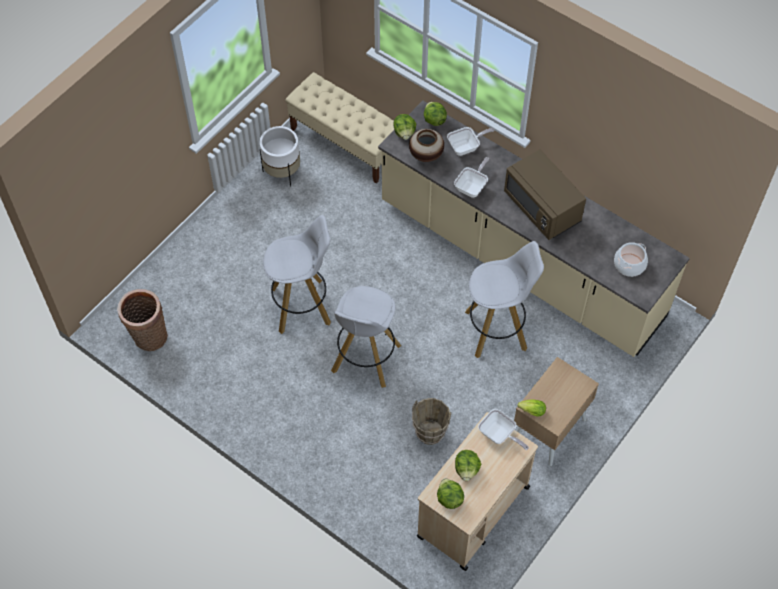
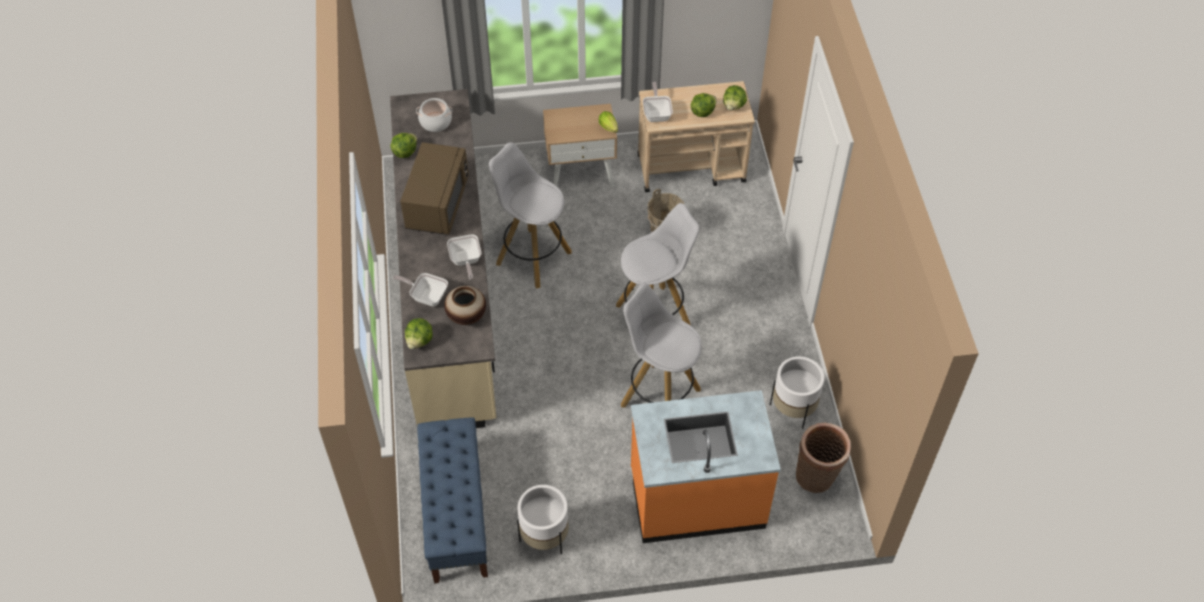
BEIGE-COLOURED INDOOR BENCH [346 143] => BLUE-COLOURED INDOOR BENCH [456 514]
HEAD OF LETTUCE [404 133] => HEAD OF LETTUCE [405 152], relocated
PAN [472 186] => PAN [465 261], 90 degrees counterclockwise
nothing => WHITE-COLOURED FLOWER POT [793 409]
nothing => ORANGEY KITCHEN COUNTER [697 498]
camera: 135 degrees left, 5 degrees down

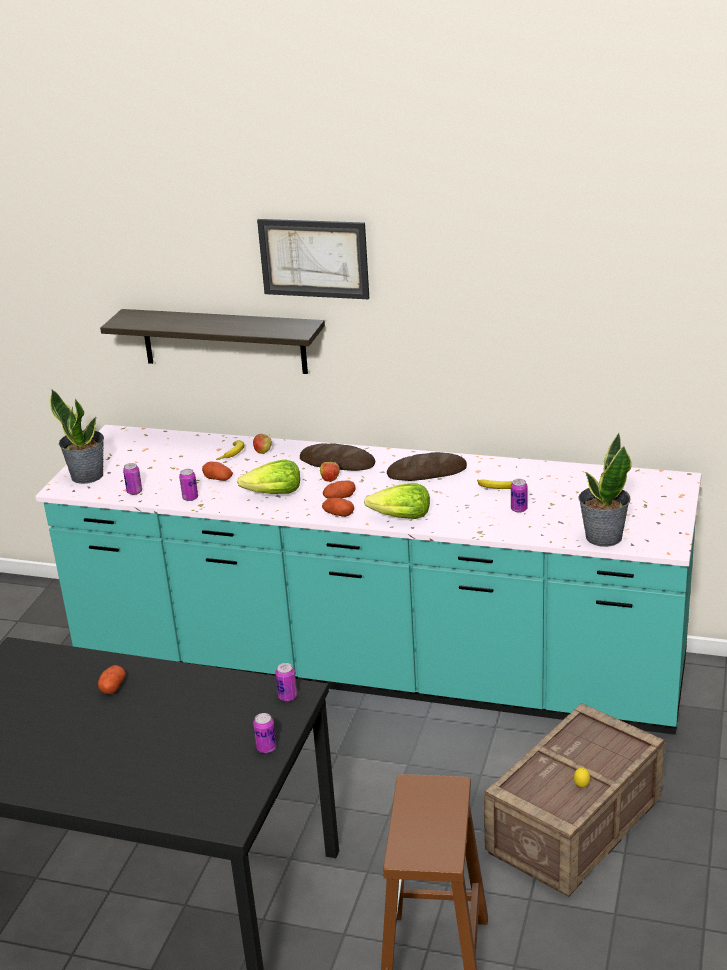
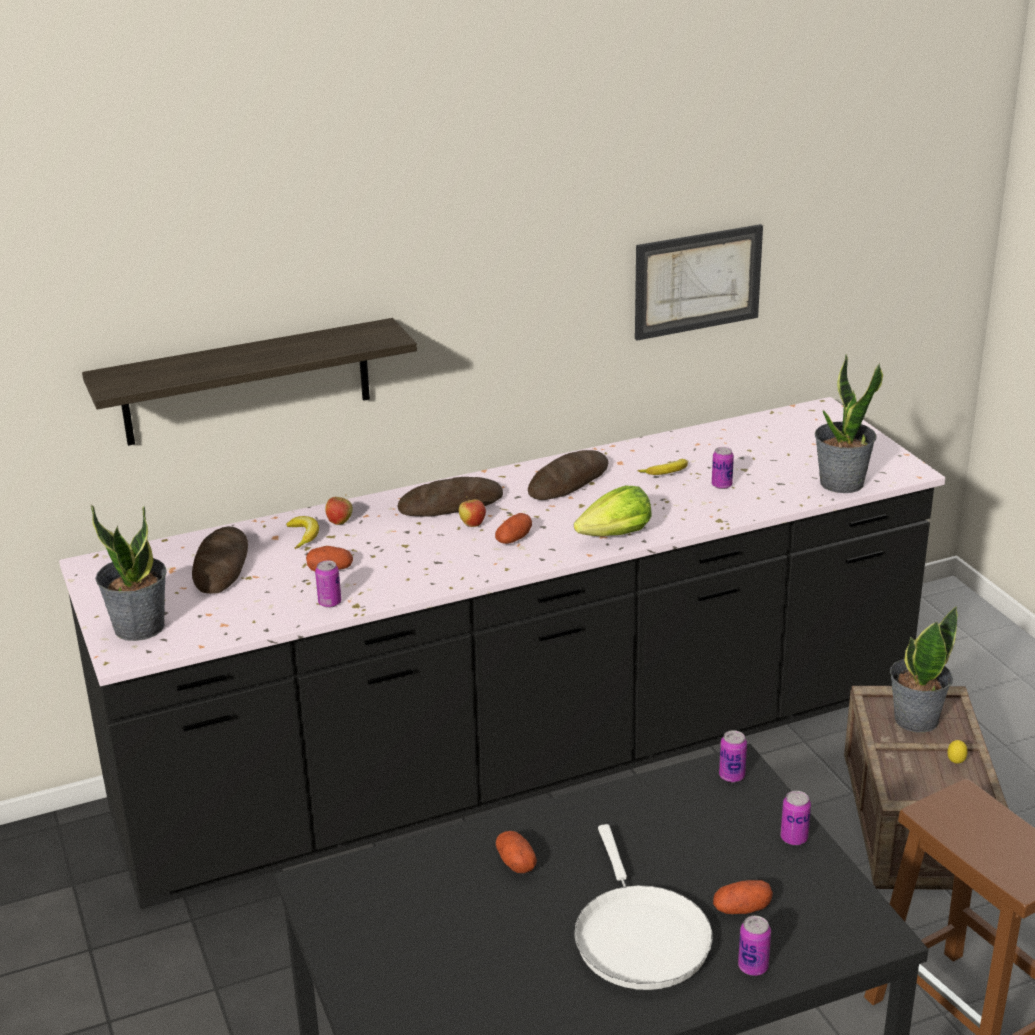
WALL ART [314 258] => WALL ART [697 281], relocated
BLUE-GREEN KITCHEN COUNTER [375 665] => BLACK-COLOURED KITCHEN COUNTER [523 758]
HEAD OF LETTUCE [274 494] => nothing
SEALED CAN [134 492] => SEALED CAN [753 967], relocated
WHOLE POTATO [338 514] => WHOLE POTATO [741 909], relocated
nothing => BAKERY BREAD [221 566]
nothing => HOUSEPLANT [915 719]
nothing => WHITE-COLOURED PAN [639 936]
camera: 40 degrees left, 0 degrees up

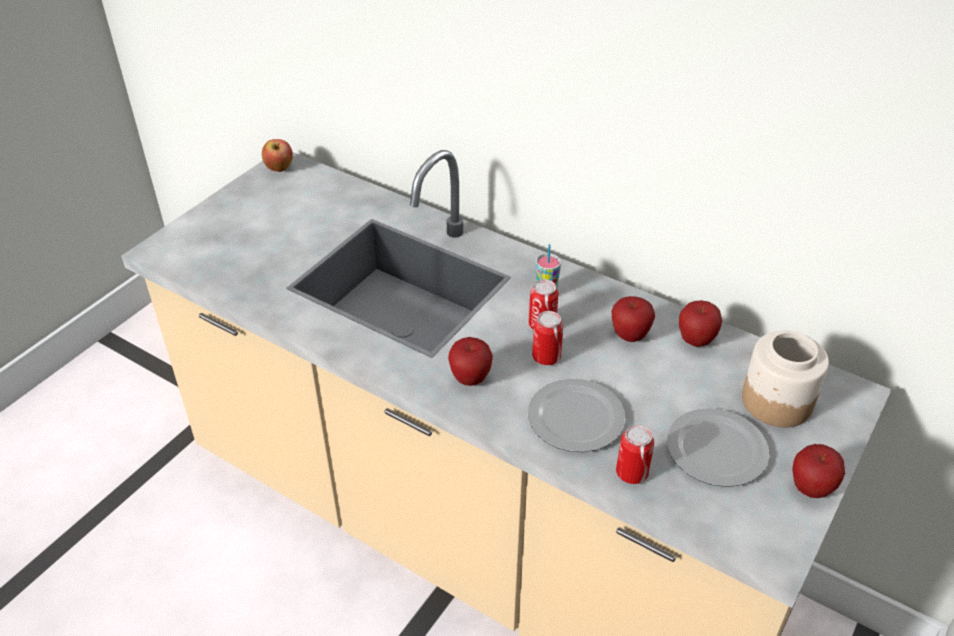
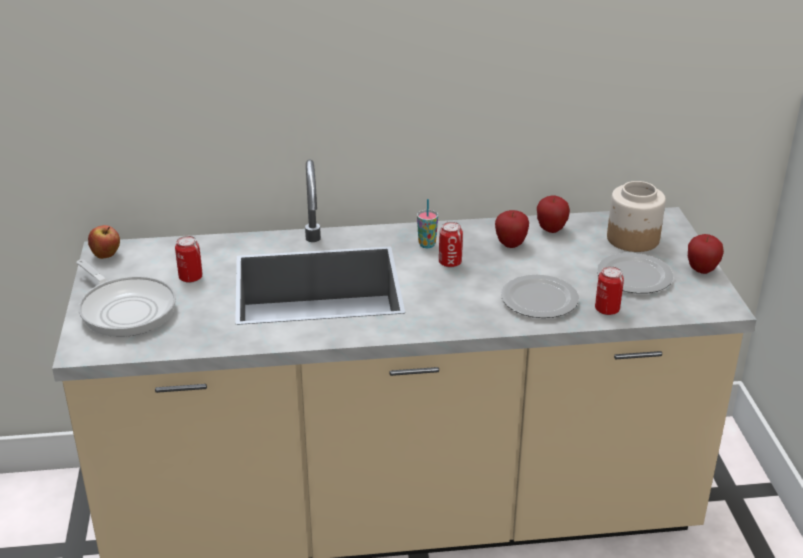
SEALED CAN [546 357] => SEALED CAN [191 278], relocated
APPLE [470 379] => nothing
nothing => PAN [125 309]
camera: 40 degrees left, 10 degrees down

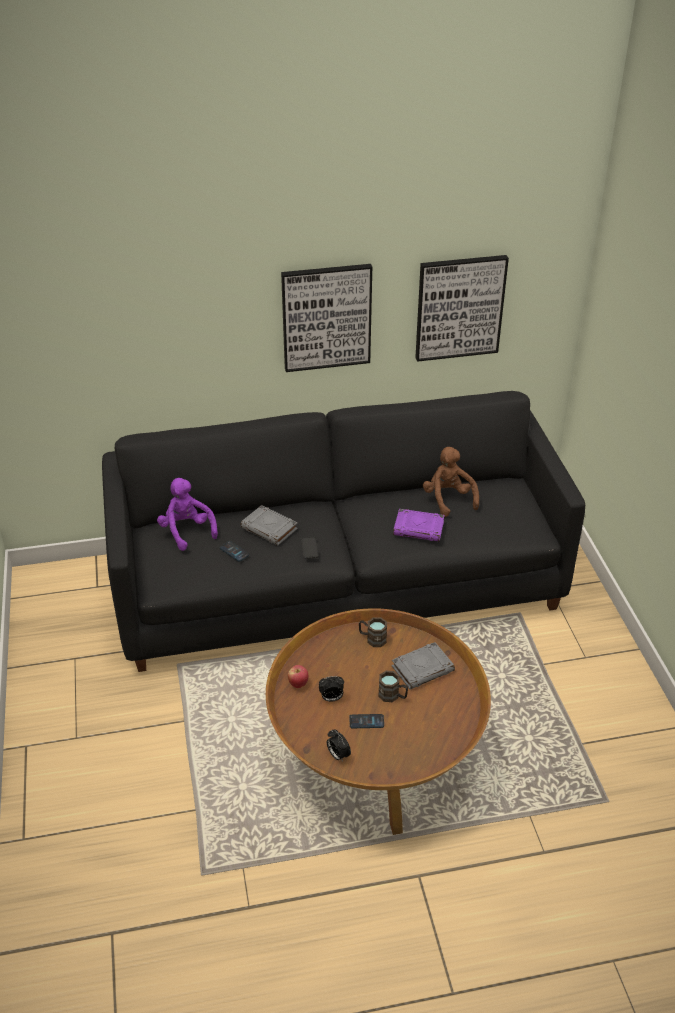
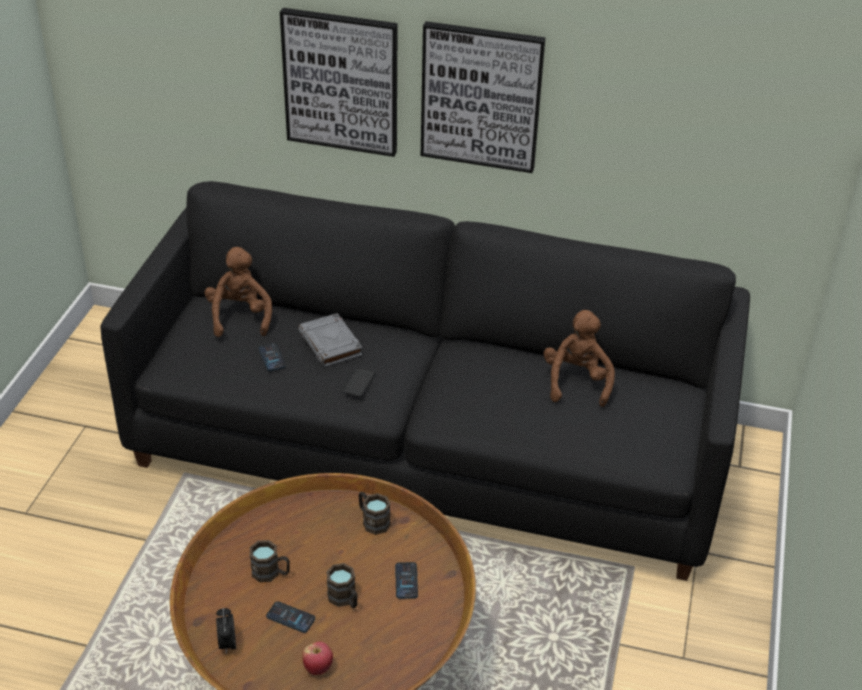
WALL ART [459 307] => WALL ART [341 81], relocated
PURPLE PLUSH TOY [187 531] => BROWN PLUSH TOY [240 316]
PURPLE VOLUME [419 528] => nothing
GREYISH VOLUME [423 668] => HANDSET [406 581]
APPLE [298 684] => APPLE [318 668], relocated
ALARM CLOCK [331 698] => BROWN TEA MUG [271 573]
camera: 25 degrees right, 0 degrees up

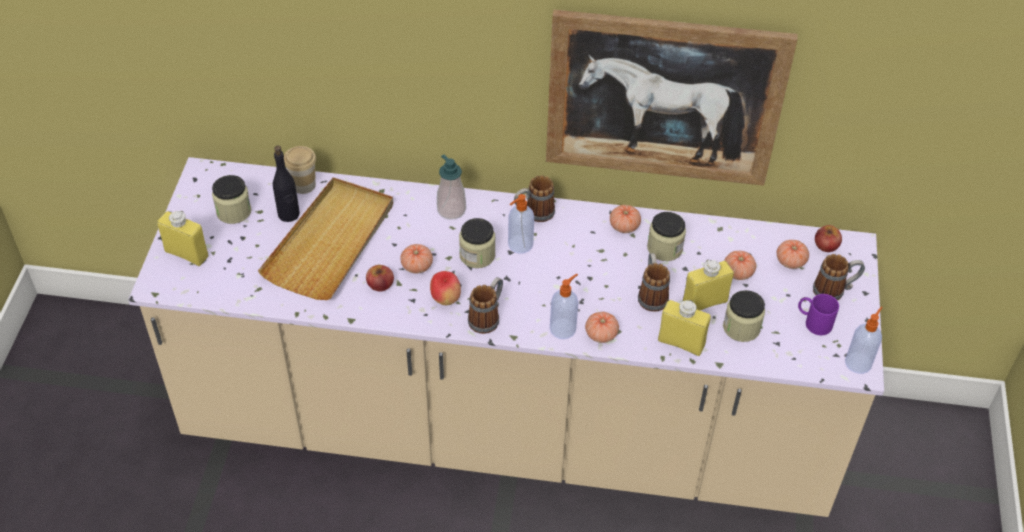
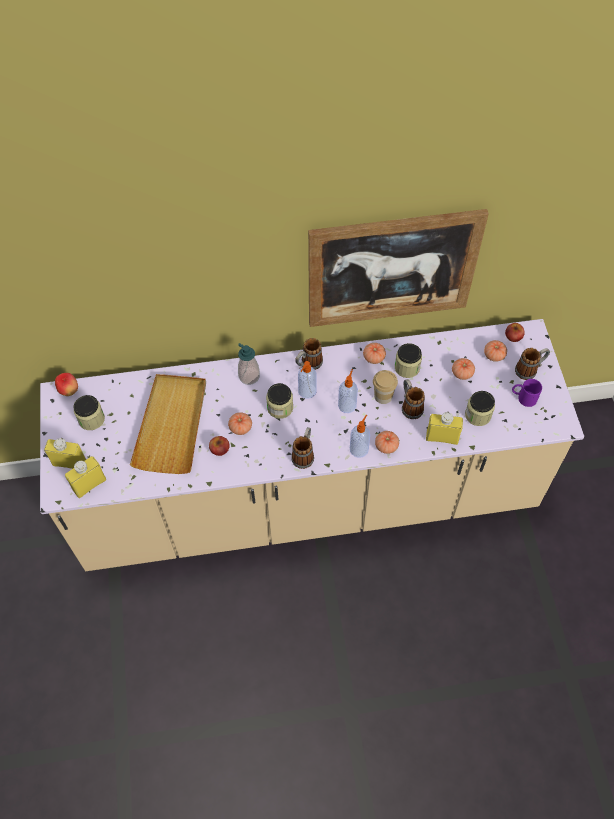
BLACK-COLOURED BOTTLE [289 214] => nothing
CUP [303 185] => CUP [383 396], relocated
YELLOWISH BOTTLE [704 302] => YELLOWISH BOTTLE [89 485], relocated
APPLE [446 299] => APPLE [69 391], relocated
SOAP BOTTLE [858 362] => SOAP BOTTLE [347 404], relocated
camera: 15 degrees left, 10 degrees up

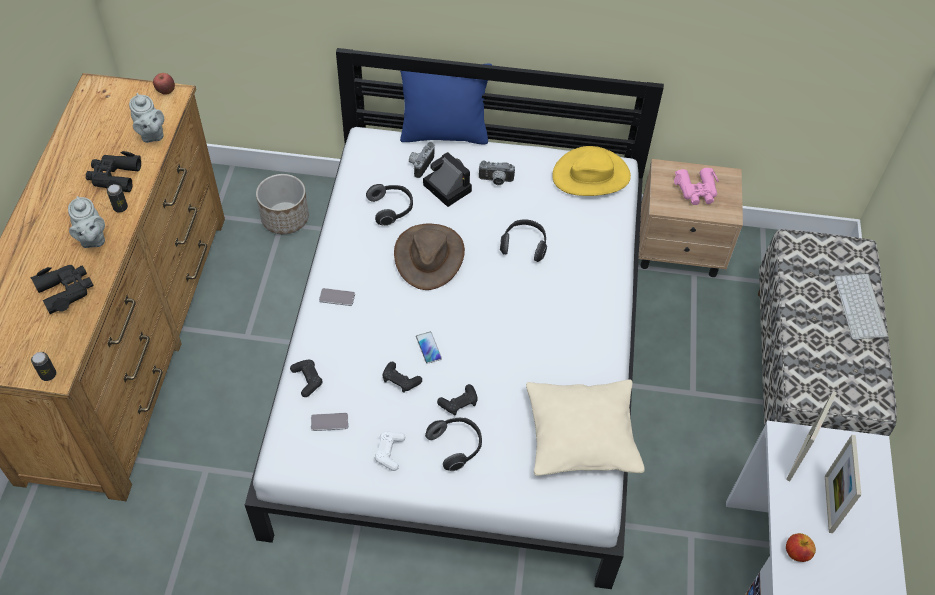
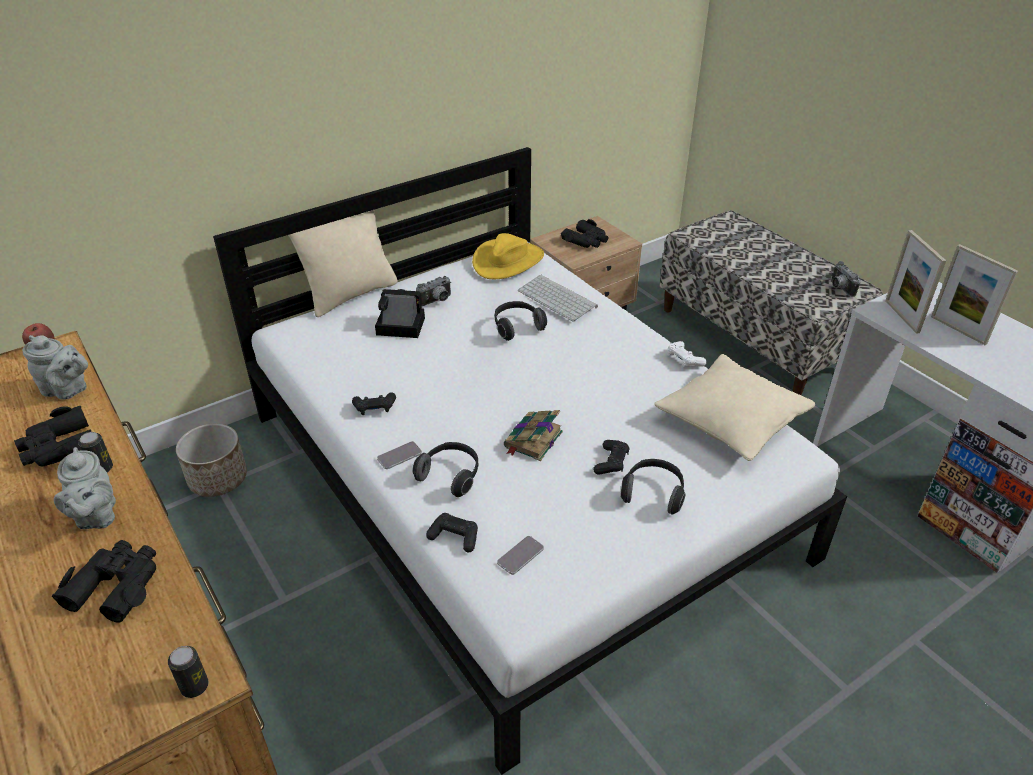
BLUE-COLOURED CUSHION [444 134] => BEIGE-COLOURED CUSHION [350 294]
STILL CAMERA [420 164] => STILL CAMERA [839 288], relocated
PINKISH PAIR OF BINOCULARS [696 191] => BLACK-COLOURED PAIR OF BINOCULARS [586 240]
HEADPHONES [391 209] => HEADPHONES [450 476], relocated
GREYISH TEAPOT [92 239] => GREYISH TEAPOT [96 516], 45 degrees clockwise
BROWN HAT [429 256] => nothing
KEYBOARD [862 308] => KEYBOARD [558 299], relocated
HANDSET [428 348] => VOLUME [532 440]
BLACK-COLOURED GAMEPAD [400 380] => BLACK-COLOURED GAMEPAD [375 408], relocated
WHITE-COLOURED GAMEPAD [389 452] => WHITE-COLOURED GAMEPAD [684 359], relocated
APPLE [796 553] => nothing
camera: 40 degrees left, 15 degrees down

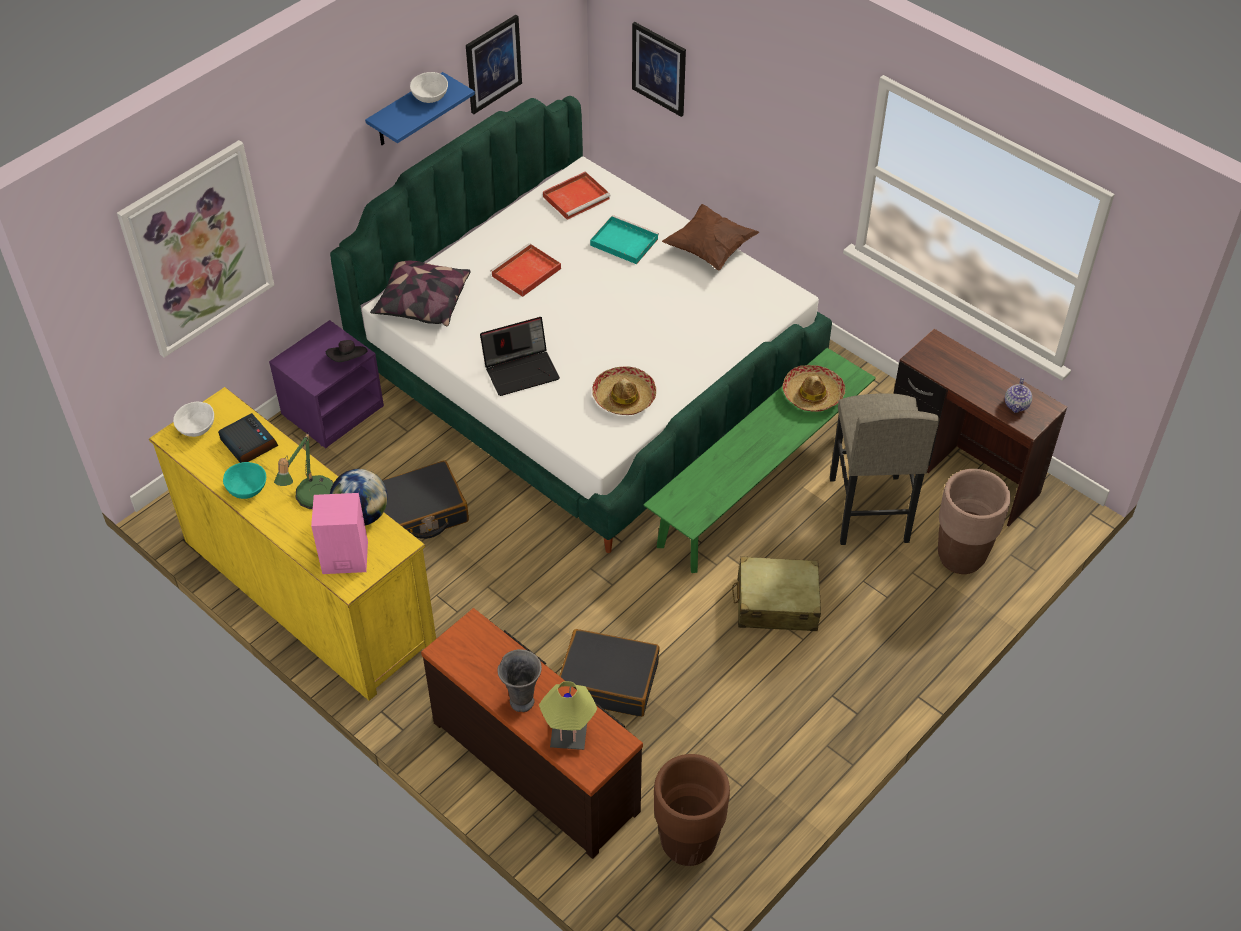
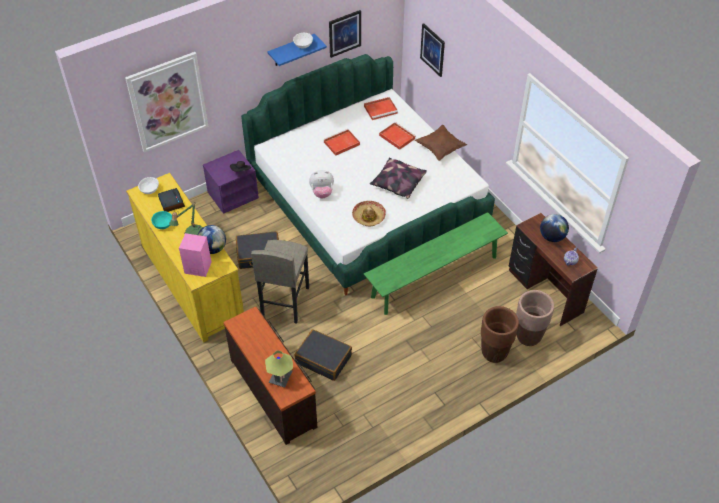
BLUE-GREEN CARRYING TRAY [623 242] => RED-COLOURED CARRYING TRAY [396 137]
CUSHION [422 303] => CUSHION [397 183], relocated
LAPTOP [521 370] => PLUSH TOY [322 193]
HAT [812 394] => nothing
GREYISH SITTING STOOL [868 510] => GREYISH SITTING STOOL [284 302], relocated
BEIGE-COLOURED PIECE OF LUGGAGE [776 603] => nothing
GREYISH DECORATIVE VASE [522 700] => nothing
BROWN FLOWER POT [688 843] => BROWN FLOWER POT [494 353], relocated
nothing => DESK GLOBE [552 237]
camera: 15 degrees right, 0 degrees up

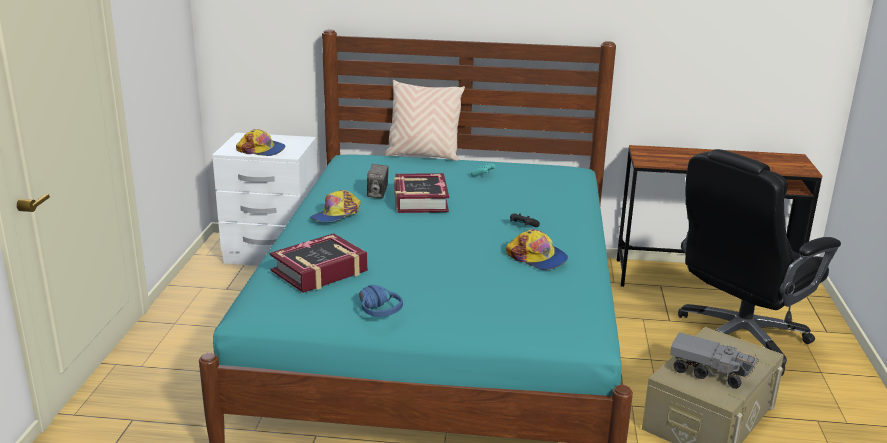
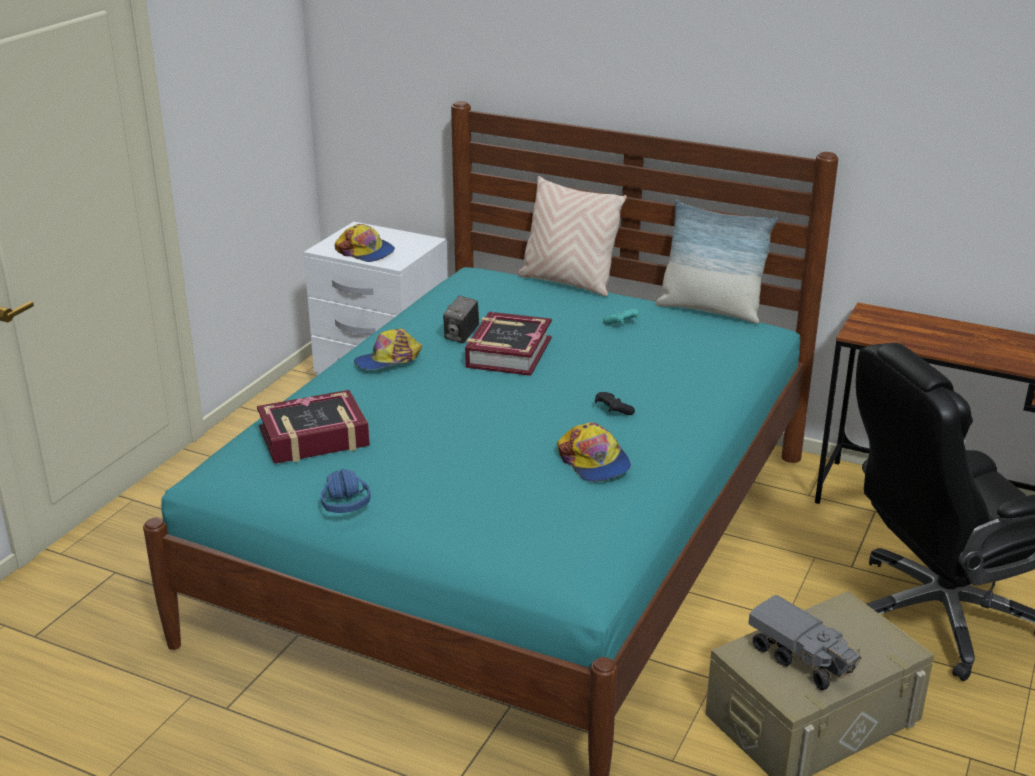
nothing => CUSHION [710 310]
camera: 20 degrees right, 5 degrees up

